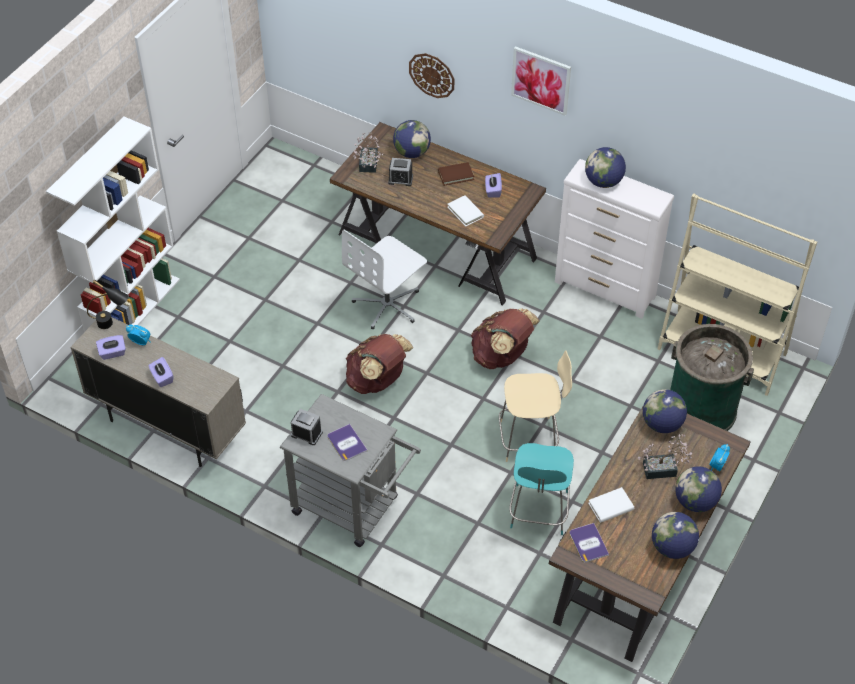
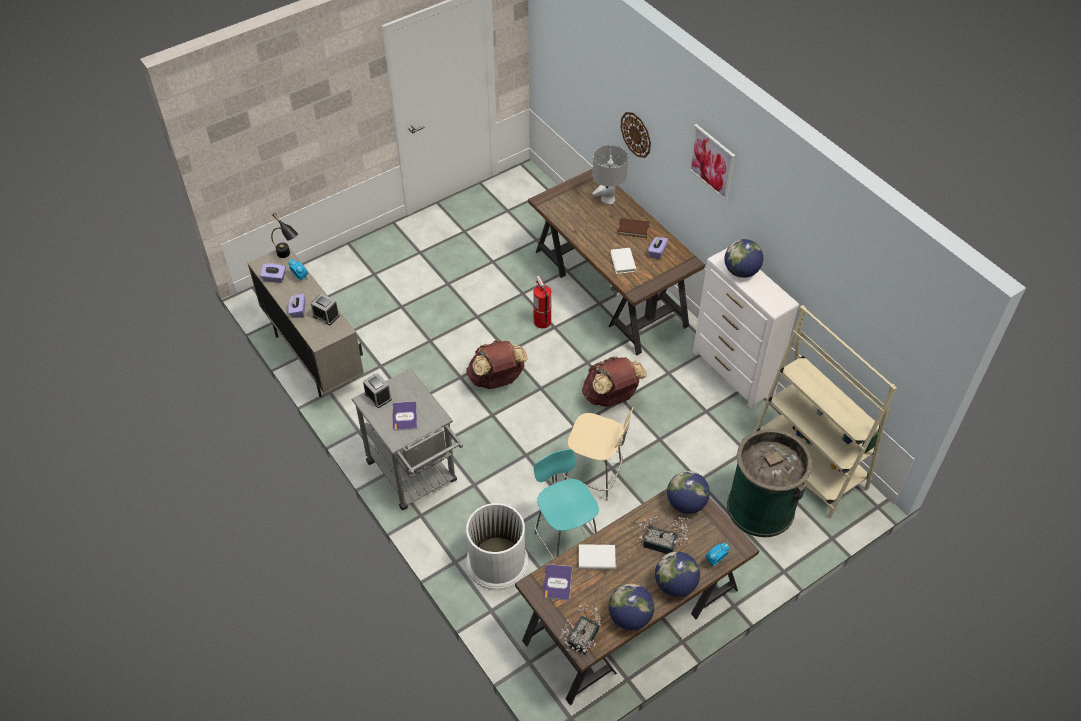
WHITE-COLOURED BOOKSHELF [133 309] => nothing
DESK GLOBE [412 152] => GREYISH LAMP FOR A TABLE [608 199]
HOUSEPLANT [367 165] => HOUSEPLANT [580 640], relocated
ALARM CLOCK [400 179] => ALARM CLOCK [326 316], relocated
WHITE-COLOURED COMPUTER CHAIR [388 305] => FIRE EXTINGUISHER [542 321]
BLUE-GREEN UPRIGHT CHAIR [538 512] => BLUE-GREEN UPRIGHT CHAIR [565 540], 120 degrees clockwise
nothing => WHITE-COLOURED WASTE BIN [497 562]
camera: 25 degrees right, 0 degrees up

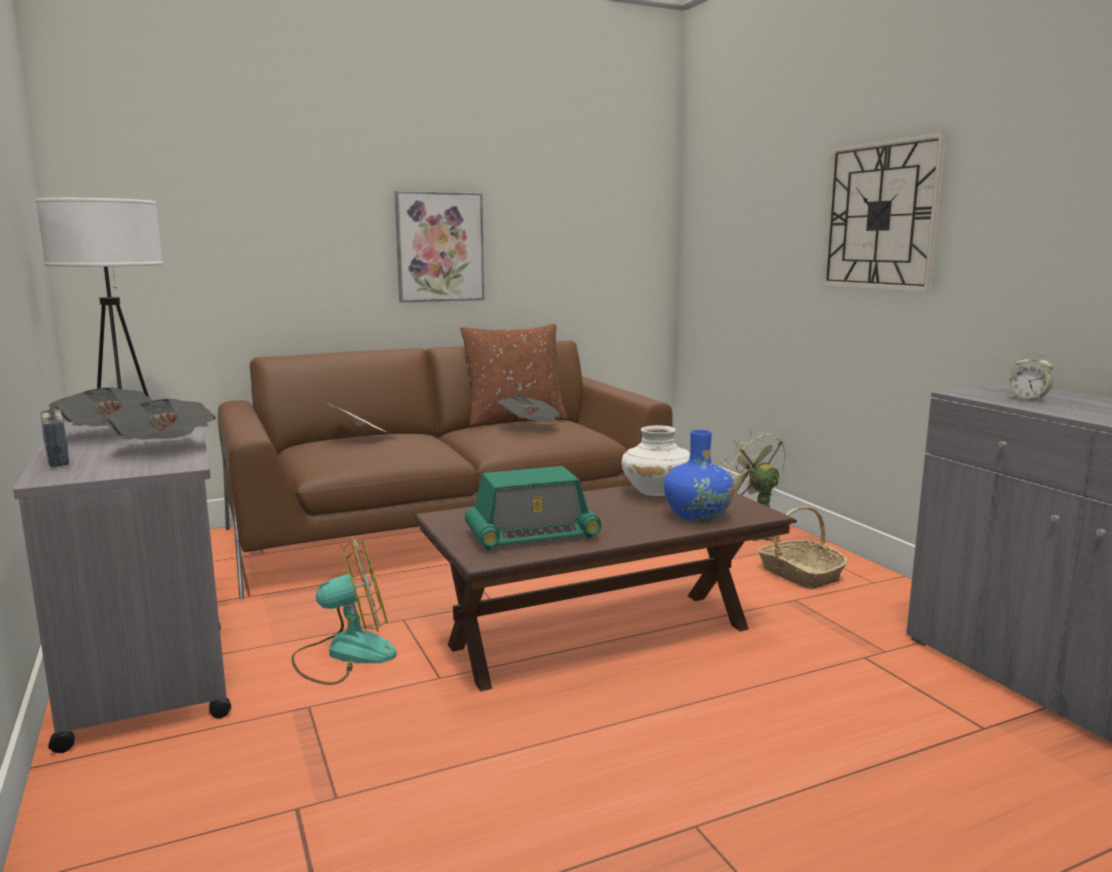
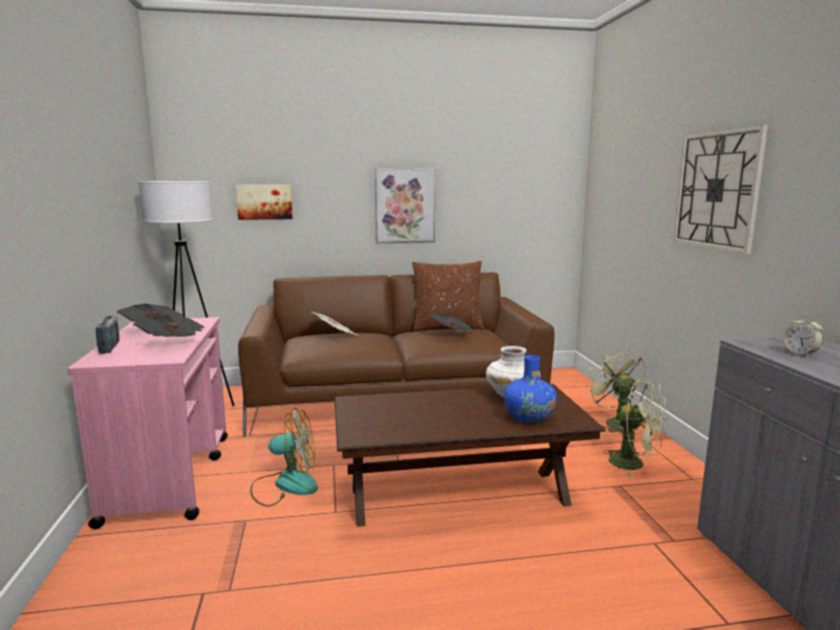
GREYISH CART [149 665] => PINKISH CART [170 476]
RADIO RECEIVER [532 535] => nothing
HOUSEHOLD BASKET [800 574] => GREENISH ELECTRIC FAN [634 464]
nothing => WALL ART [264 201]
camera: 15 degrees right, 0 degrees up

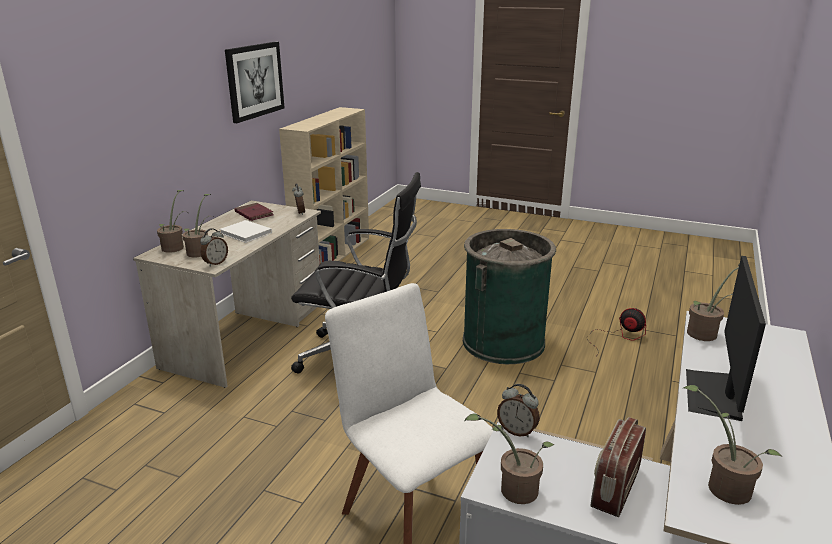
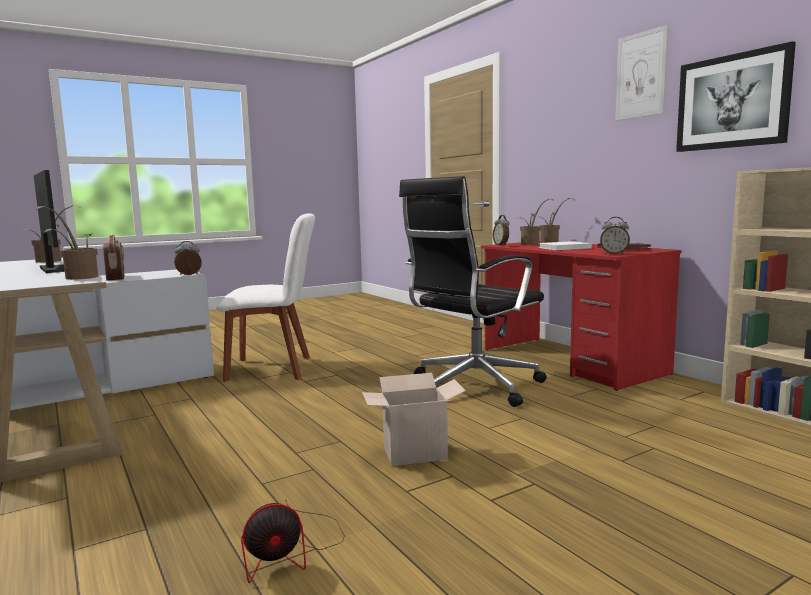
BEIGE-COLOURED DESK [247 335] => RED-COLOURED DESK [570 361]
GREENISH WASTE BIN [503 342] => CARDBOARD BOX [413 455]
HOUSEPLANT [513 489] => nothing
nothing => WALL ART [641 75]
camera: 125 degrees right, 15 degrees down

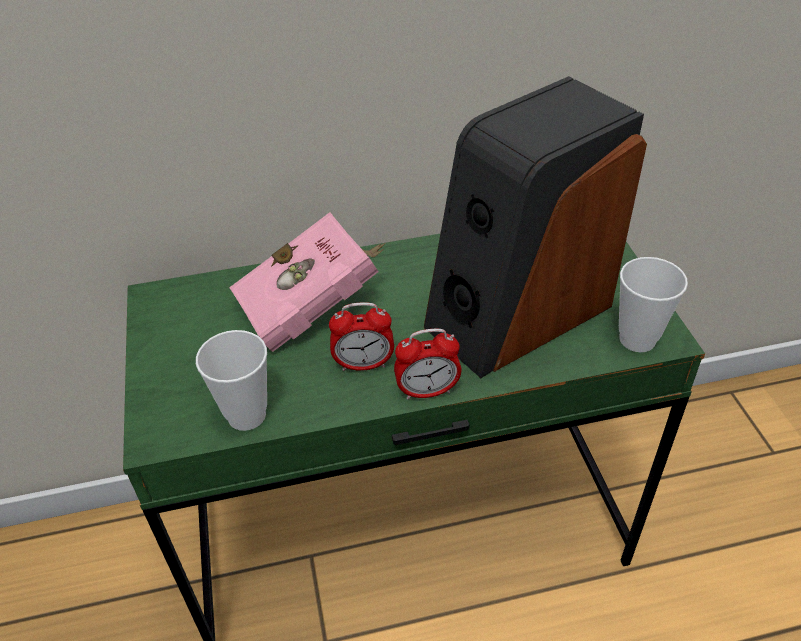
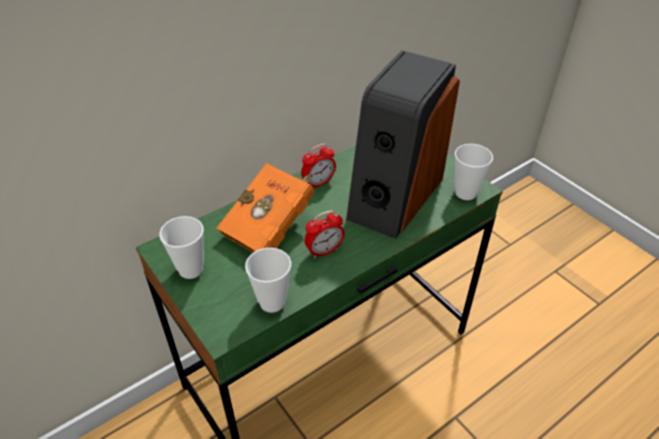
PINKISH VOLUME [313 307] => ORANGEY VOLUME [272 226]
ALARM CLOCK [427 391] => ALARM CLOCK [318 183], relocated
nothing => CUP [191 269]
camera: 25 degrees left, 0 degrees up

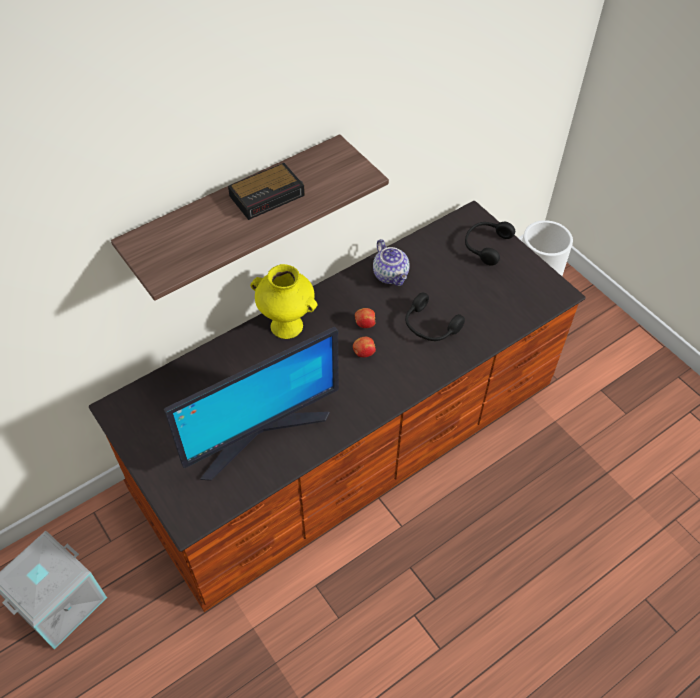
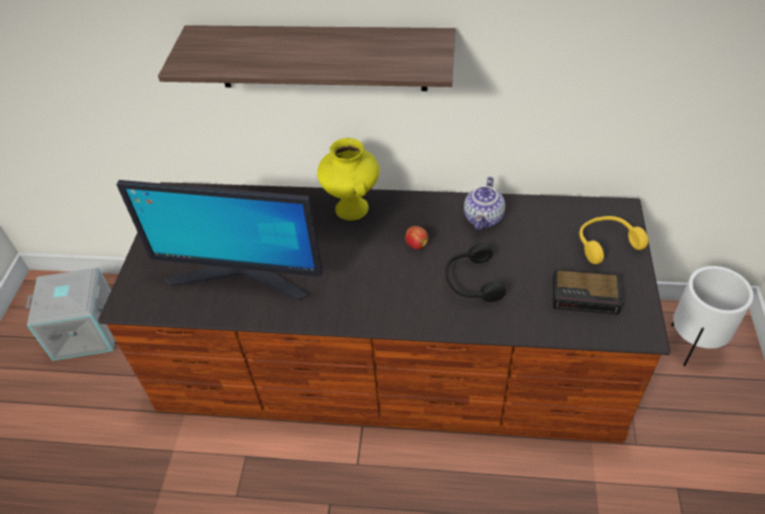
ALARM CLOCK [268 195] => ALARM CLOCK [587 296], relocated
BLACK-COLOURED HEADPHONES [485 245] => YELLOWISH HEADPHONES [606 243]
APPLE [363 353] => nothing
camera: 45 degrees right, 5 degrees down

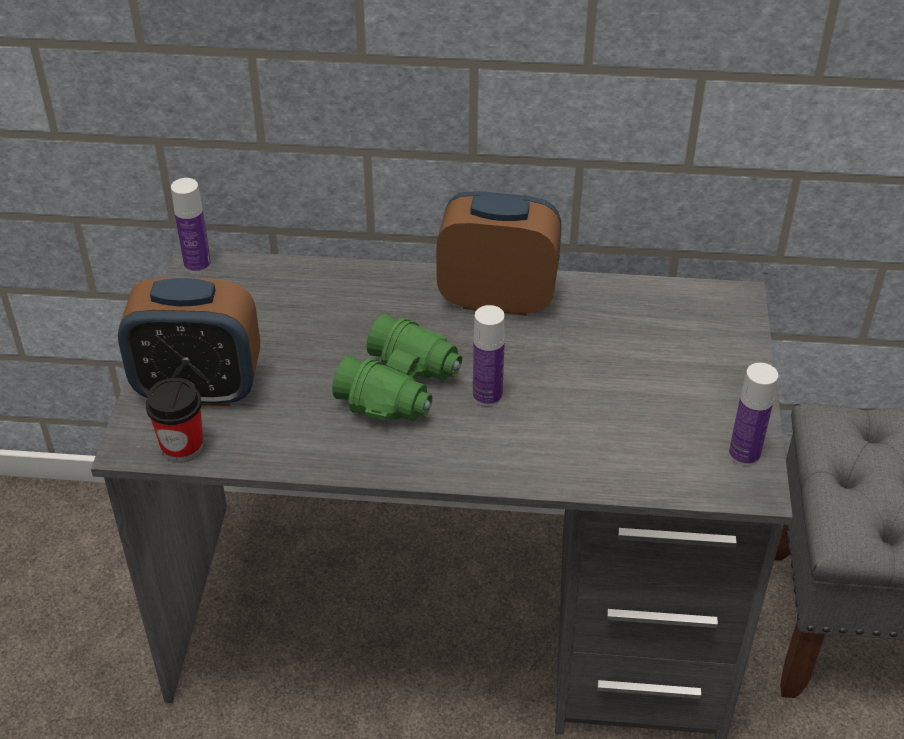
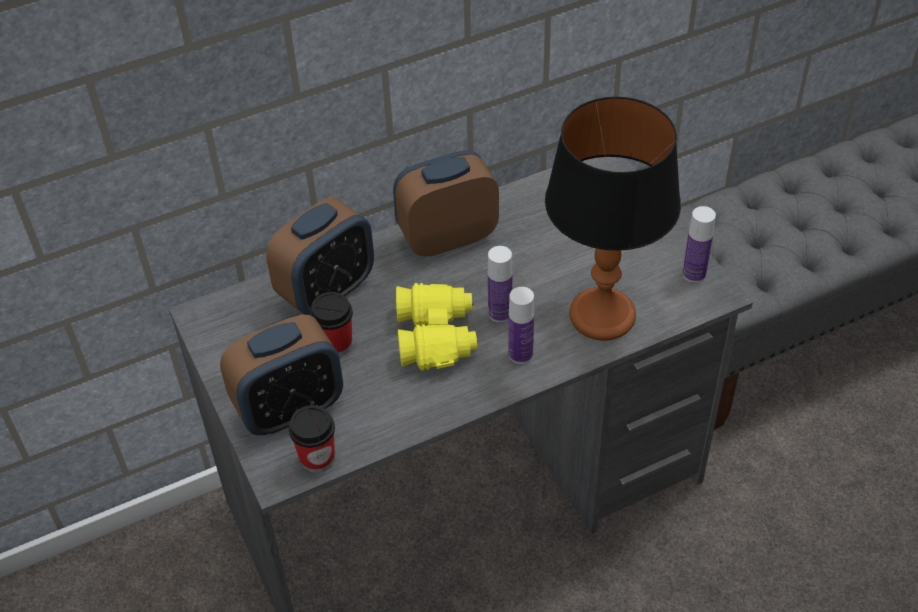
BOTTLE [197 264] => BOTTLE [520 354], relocated
GREENISH PAIR OF BINOCULARS [401 388] => YELLOWISH PAIR OF BINOCULARS [436 336]
nothing => LAMP FOR A TABLE [601 315]
nothing => ALARM CLOCK [327 291]
nothing => CUP [336 344]
camera: 30 degrees left, 5 degrees up

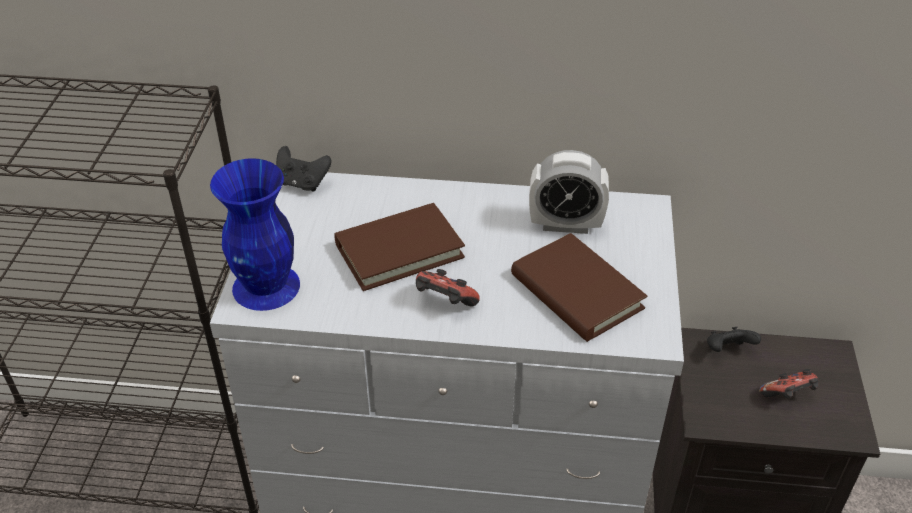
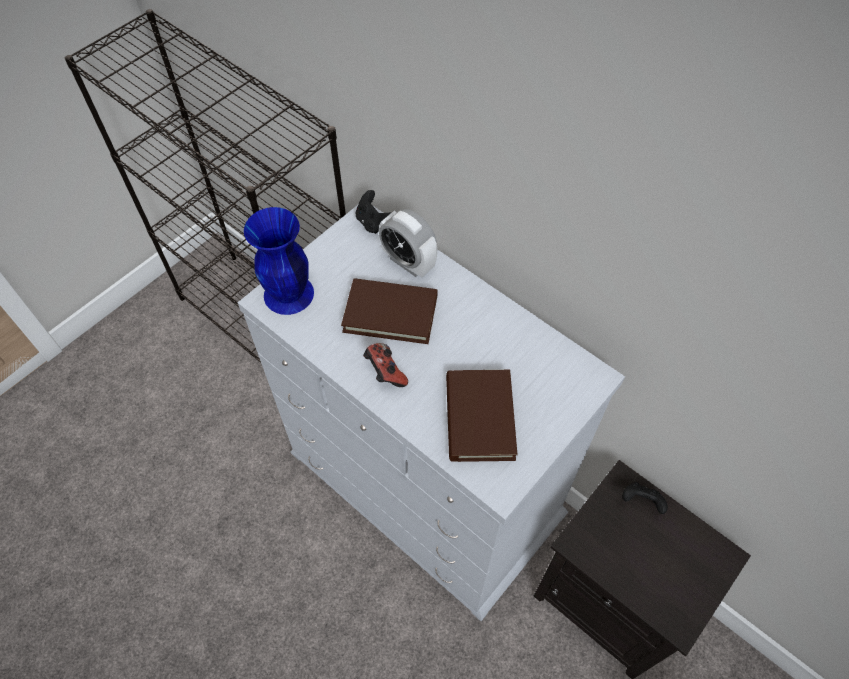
ALARM CLOCK [565 224] => ALARM CLOCK [408 262], relocated
GAMEPAD [788 396] => nothing
camera: 35 degrees right, 15 degrees up

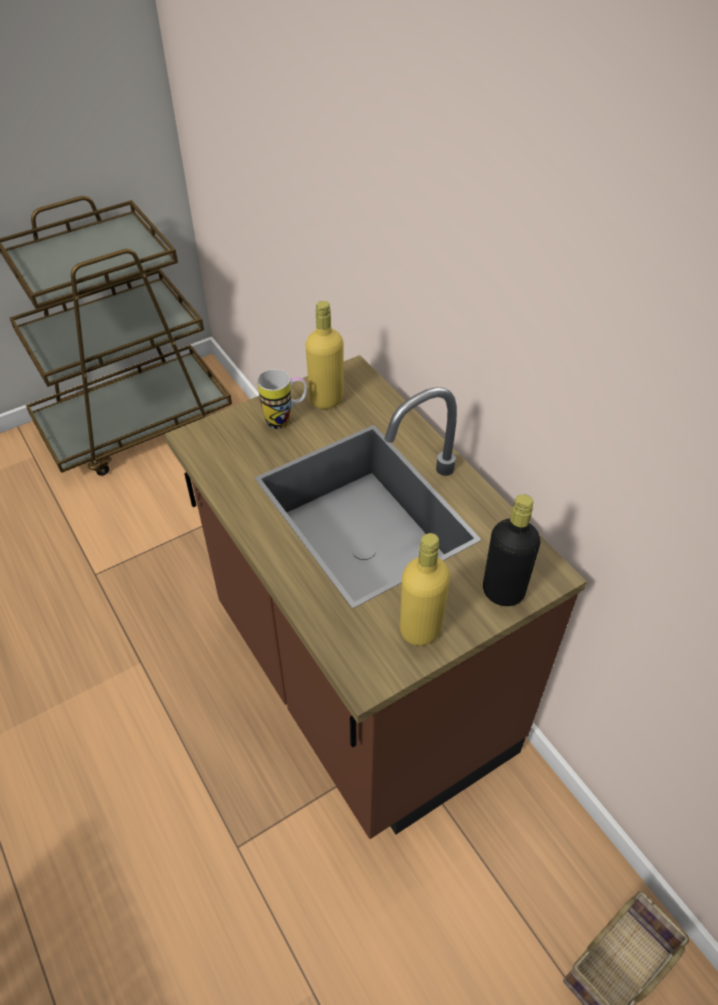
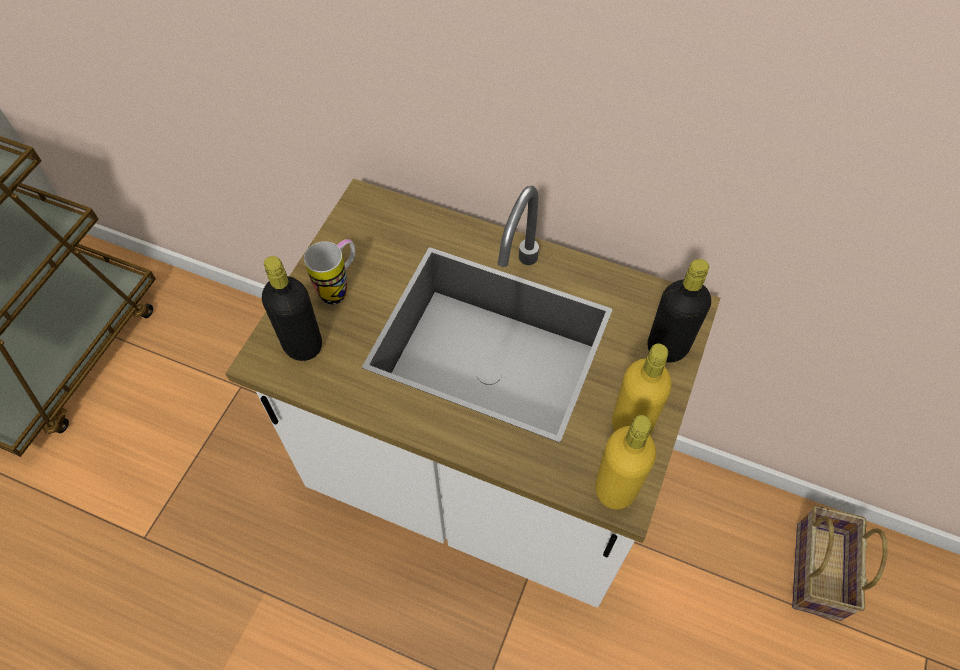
YELLOWISH BOTTLE [326 399] => YELLOWISH BOTTLE [615 489], relocated
BROWN KITCHEN COUNTER [359 684] => WHITE-COLOURED KITCHEN COUNTER [480 480]
nothing => BLACK-COLOURED BOTTLE [303 345]
camera: 35 degrees left, 10 degrees up

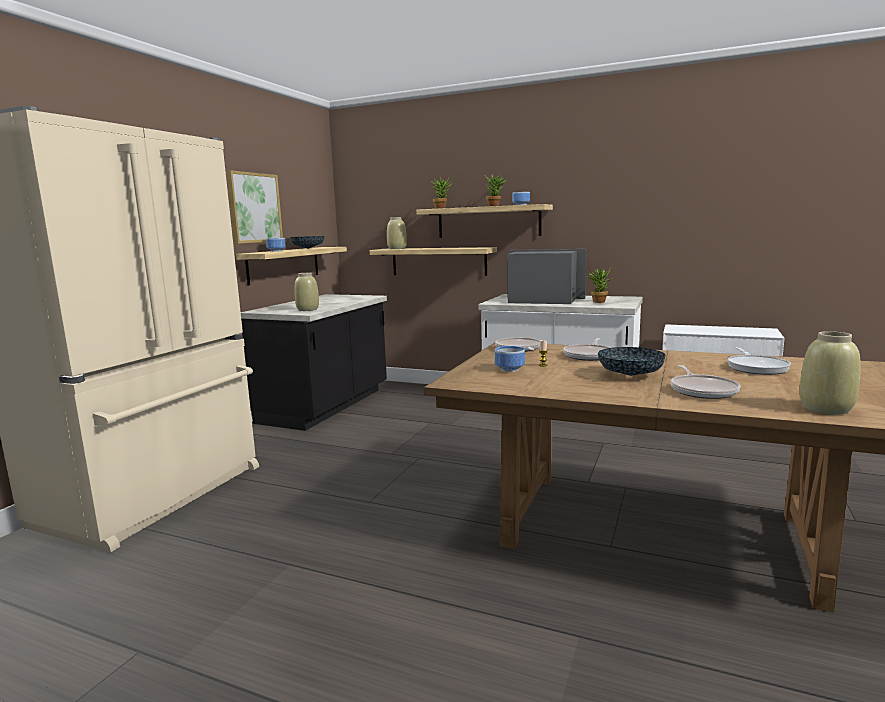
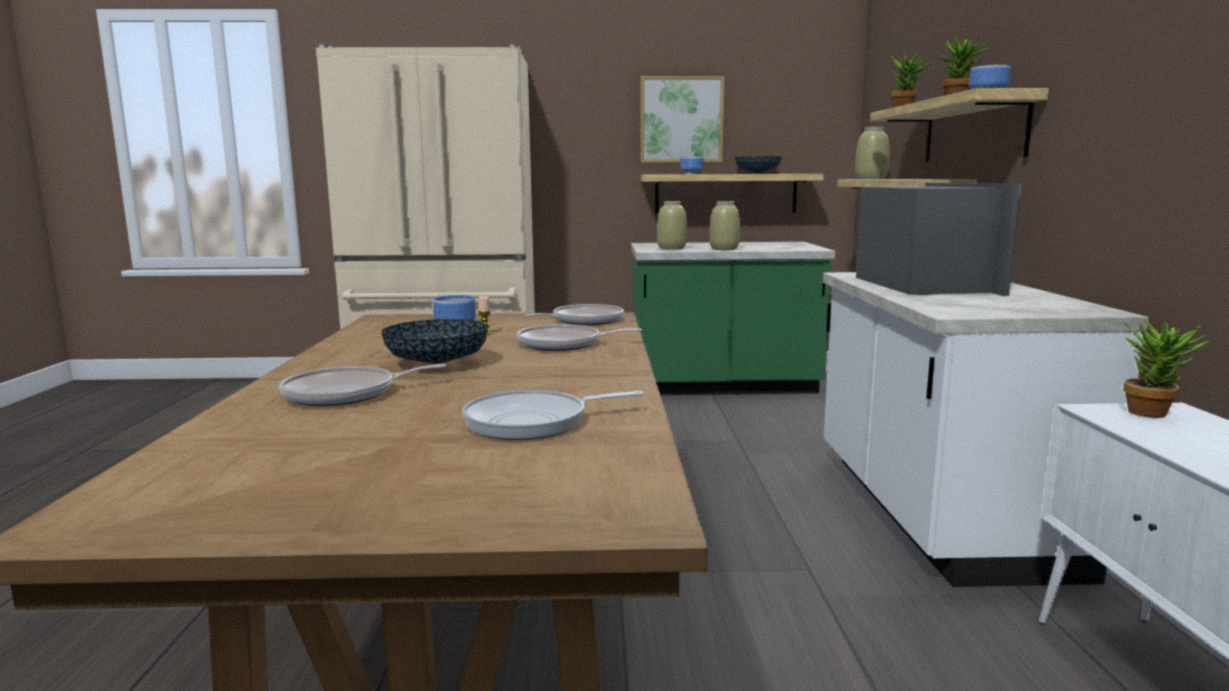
HOUSEPLANT [598 301] => HOUSEPLANT [1152 412], relocated
BLACK-COLOURED KITCHEN COUNTER [326 406] => GREENISH KITCHEN COUNTER [722 386]
BEIGE-COLOURED DECORATIVE VASE [826 408] => BEIGE-COLOURED DECORATIVE VASE [724 249], relocated
camera: 65 degrees right, 0 degrees up

